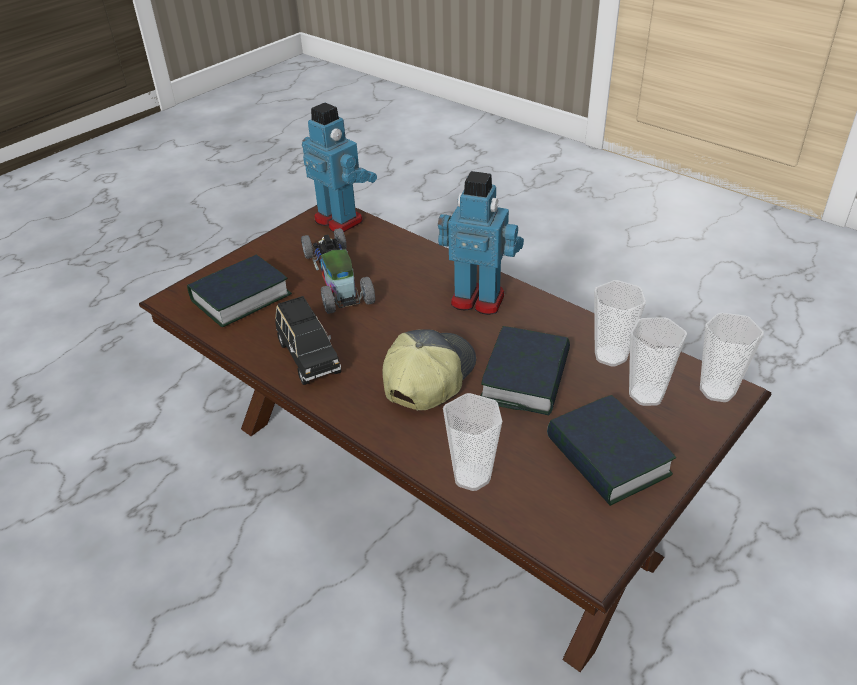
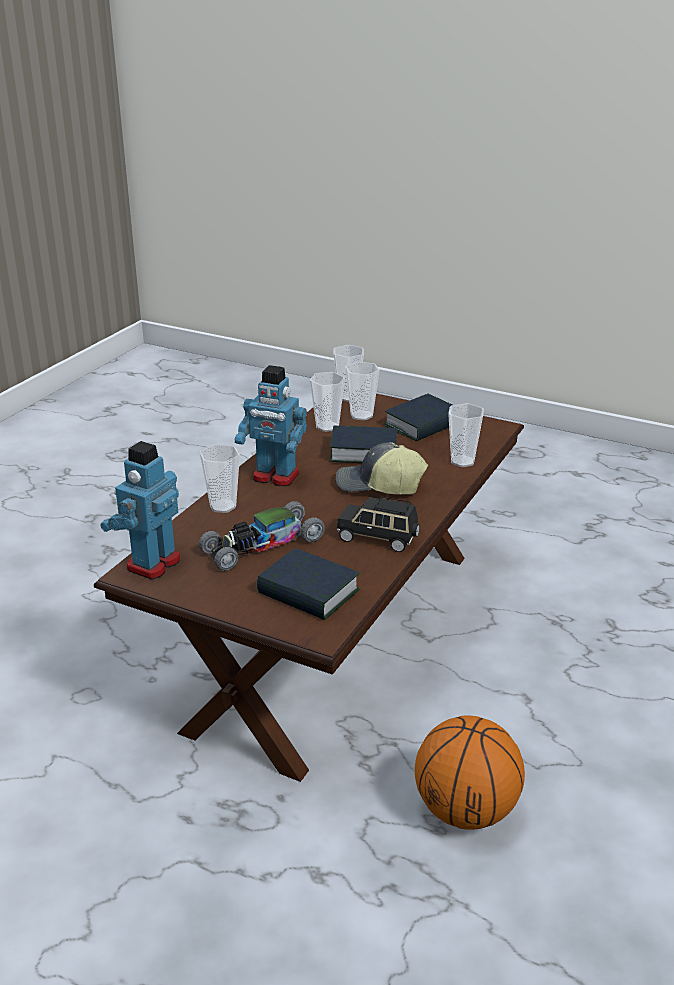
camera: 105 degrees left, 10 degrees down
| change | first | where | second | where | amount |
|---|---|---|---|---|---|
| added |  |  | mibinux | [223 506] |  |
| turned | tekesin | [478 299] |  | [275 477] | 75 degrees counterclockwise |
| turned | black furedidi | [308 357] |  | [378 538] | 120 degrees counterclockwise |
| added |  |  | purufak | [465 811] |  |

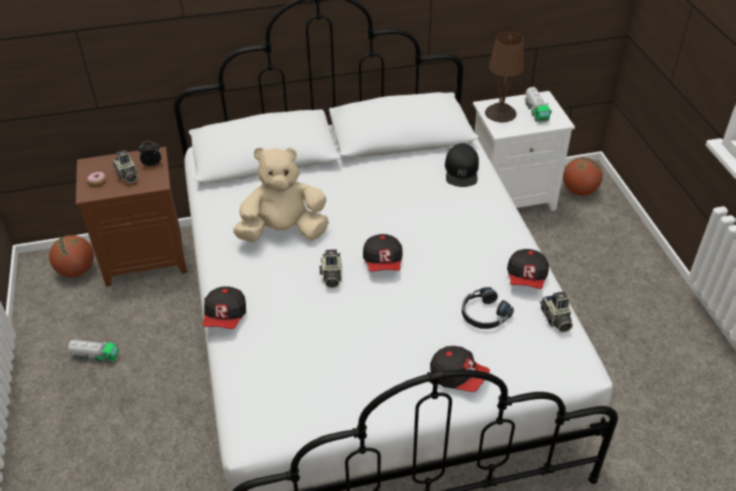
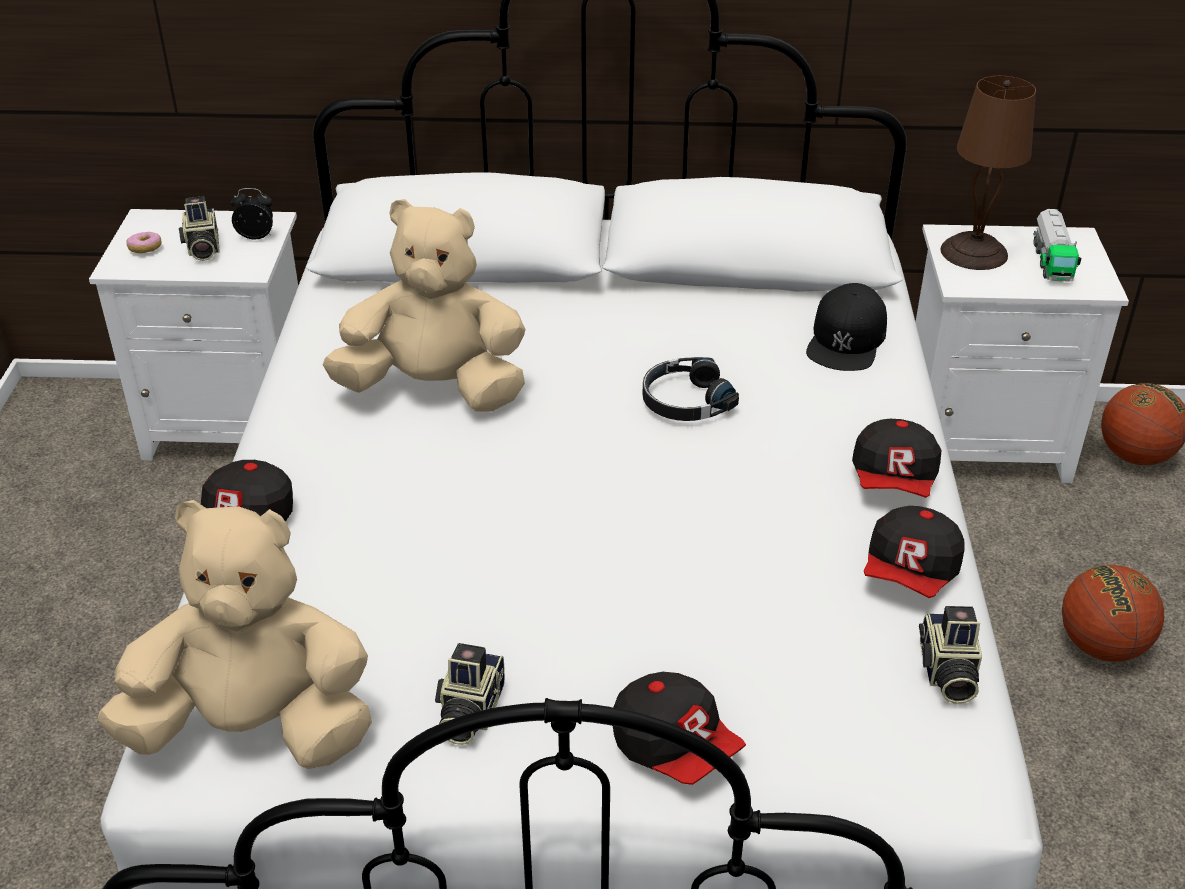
camera: 15 degrees right, 5 degrees down
| change | first | where | second | where | amount |
|---|---|---|---|---|---|
| recoloured | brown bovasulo | [147 257] | white bovasulo | [236 423] |  |
| added |  |  | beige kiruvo | [255 727] |  |
| moved | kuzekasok | [331 276] |  | [468 712] |  |
| moved | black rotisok | [484 314] |  | [685 401] |  |
| moved | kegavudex | [383 262] |  | [894 480] |  |
| moved | purufak | [76 271] |  | [1101 646] |  |
| removed | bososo | [95 356] |  |  |  |

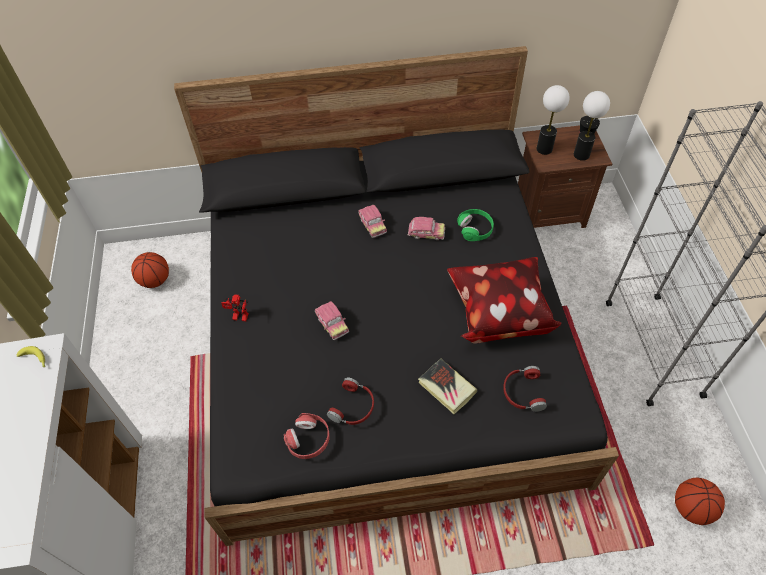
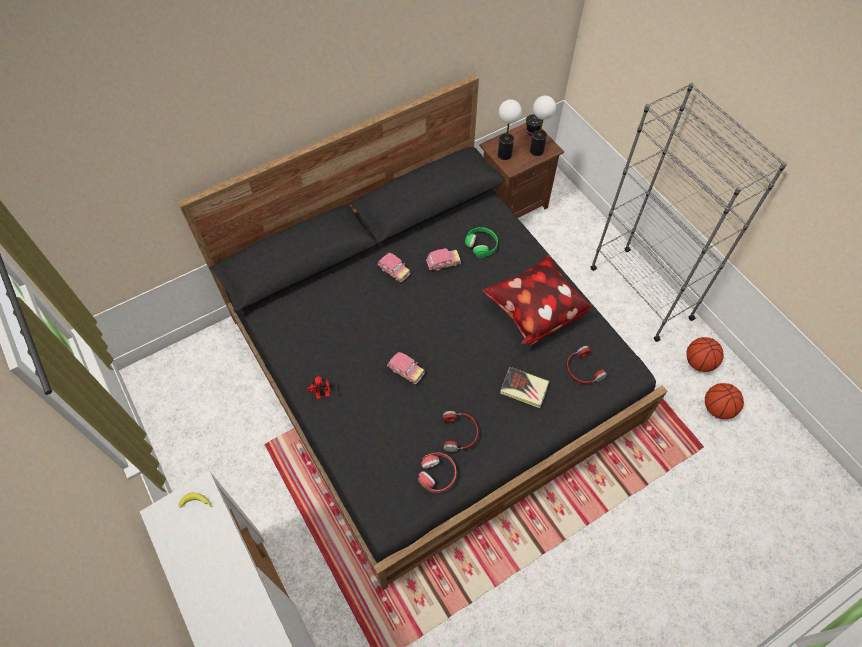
camera: 25 degrees left, 5 degrees up
| change | first | where | second | where | amount |
|---|---|---|---|---|---|
| moved | purufak | [155 280] |  | [699 362] |  |

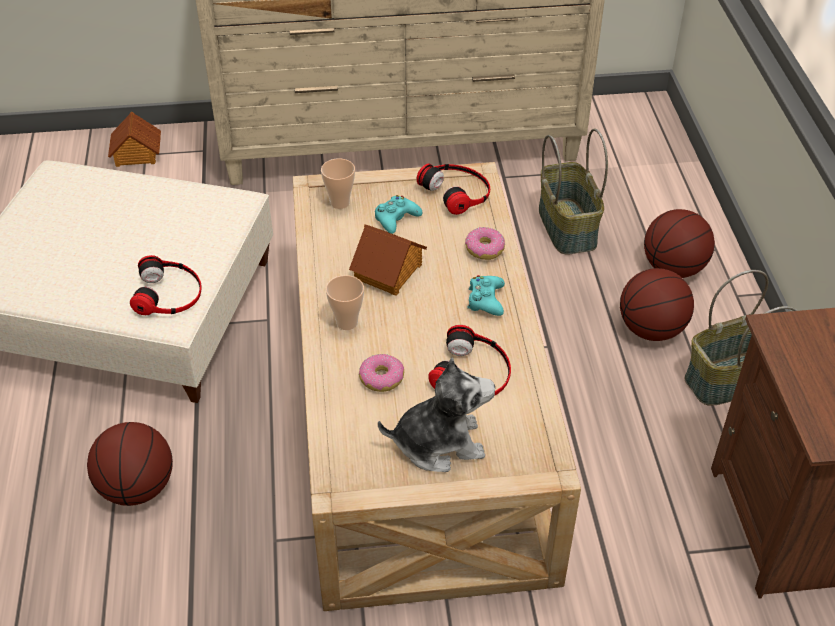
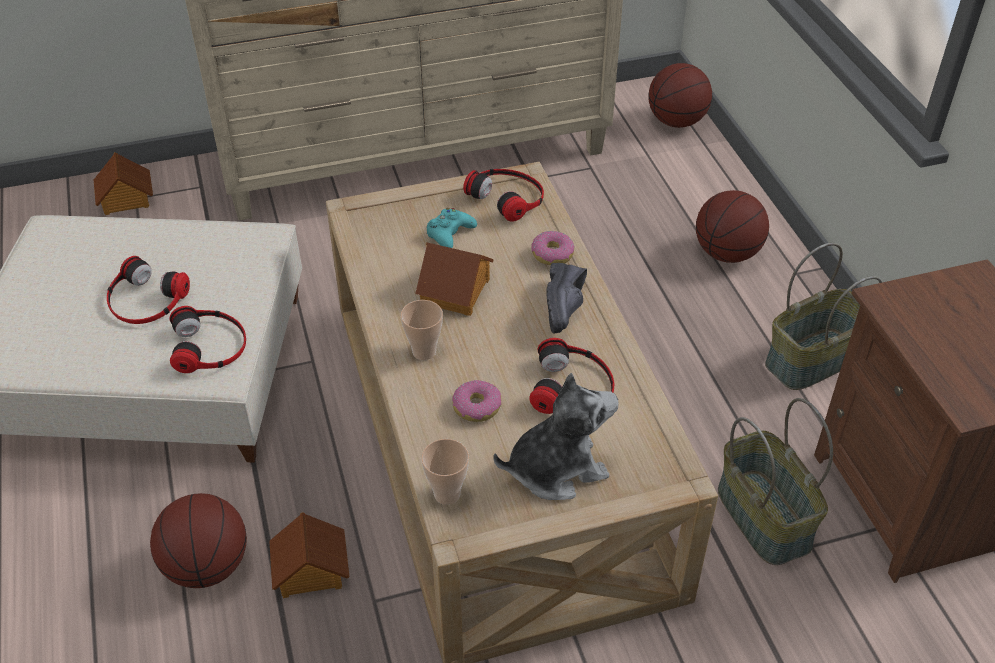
camera: 10 degrees left, 0 degrees up
| change | first | where | second | where | amount |
|---|---|---|---|---|---|
| added |  |  | rotisok | [145 300] |  |
| added |  |  | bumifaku | [310 571] |  |
| moved | mibinux | [340 203] |  | [447 494] |  |
| replaced | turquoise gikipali | [485 300] | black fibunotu | [567 308] |  |
| moved | purufak | [651 329] |  | [676 121] |  |
| moved | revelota | [568 227] |  | [765 518] |  |

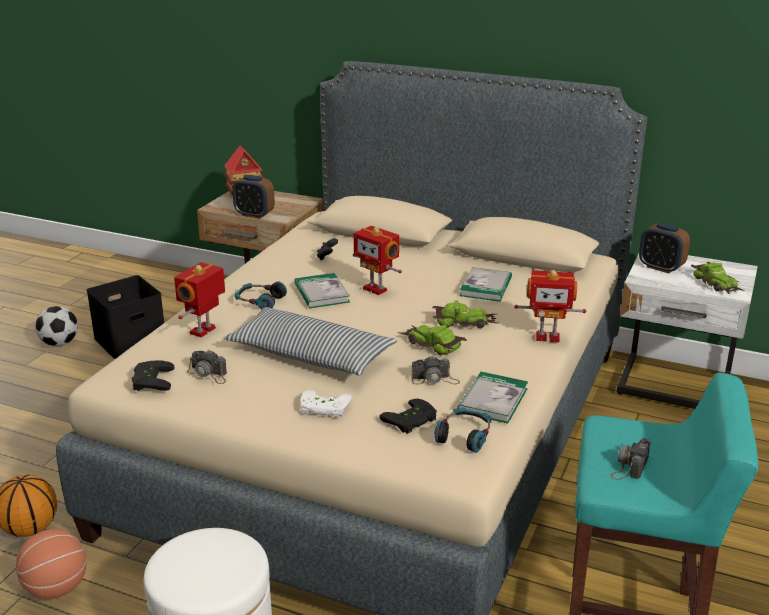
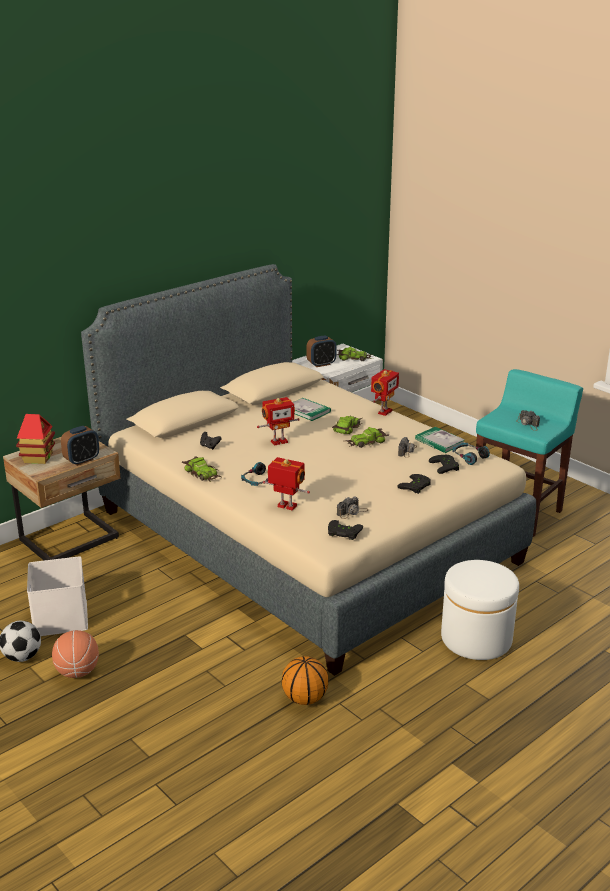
camera: 65 degrees left, 0 degrees up
| change | first | where | second | where | amount |
|---|---|---|---|---|---|
| recoloured | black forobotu | [131 340] | white forobotu | [59 617] |  |
| moved | purufak | [57 588] |  | [77 671] |  |
| added |  |  | furedidi | [202 474] |  |
| turned | tekesin | [204 331] |  | [286 506] | 150 degrees clockwise |
| recoloured | white gikipali | [323 408] | black gikipali | [416 486] |  |
| removed | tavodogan | [310 355] |  |  |  |
| removed | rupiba | [321 293] |  |  |  |

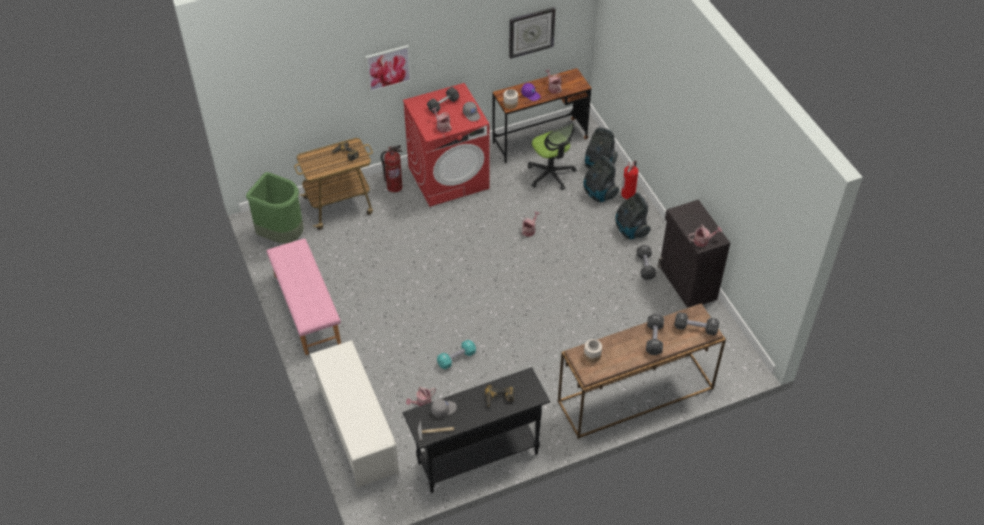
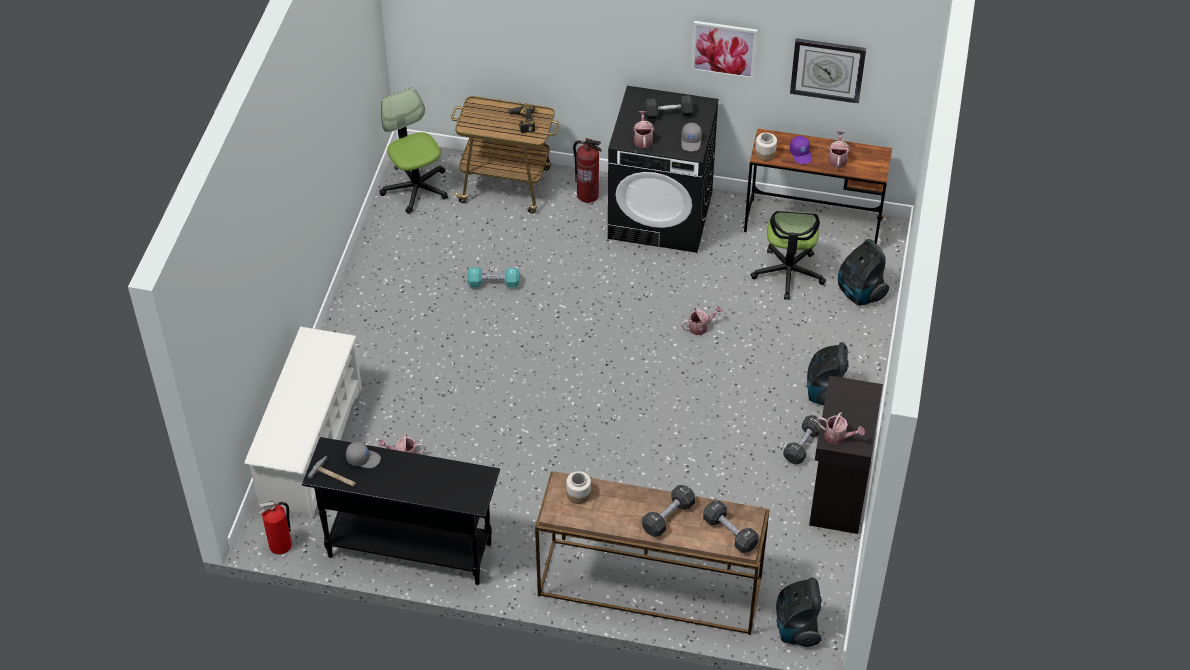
camera: 35 degrees right, 0 degrees up
| change | first | where | second | where | amount |
|---|---|---|---|---|---|
| moved | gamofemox | [628 194] |  | [281 545] |  |
| replaced | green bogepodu | [282 235] | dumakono | [416 188] |  |
| moved | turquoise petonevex | [456 358] |  | [493 283] |  |
| recoloured | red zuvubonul | [449 177] | black zuvubonul | [661 215] |  |
| moved | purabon | [388 68] |  | [724 49] |  |
| moved | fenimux | [599 194] |  | [796 628] |  |
| removed | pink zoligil | [306 309] |  |  |  |
| removed | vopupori | [499 399] |  |  |  |

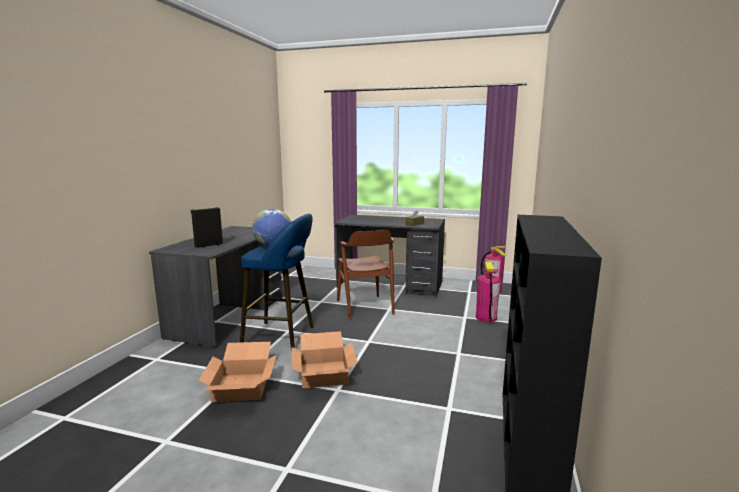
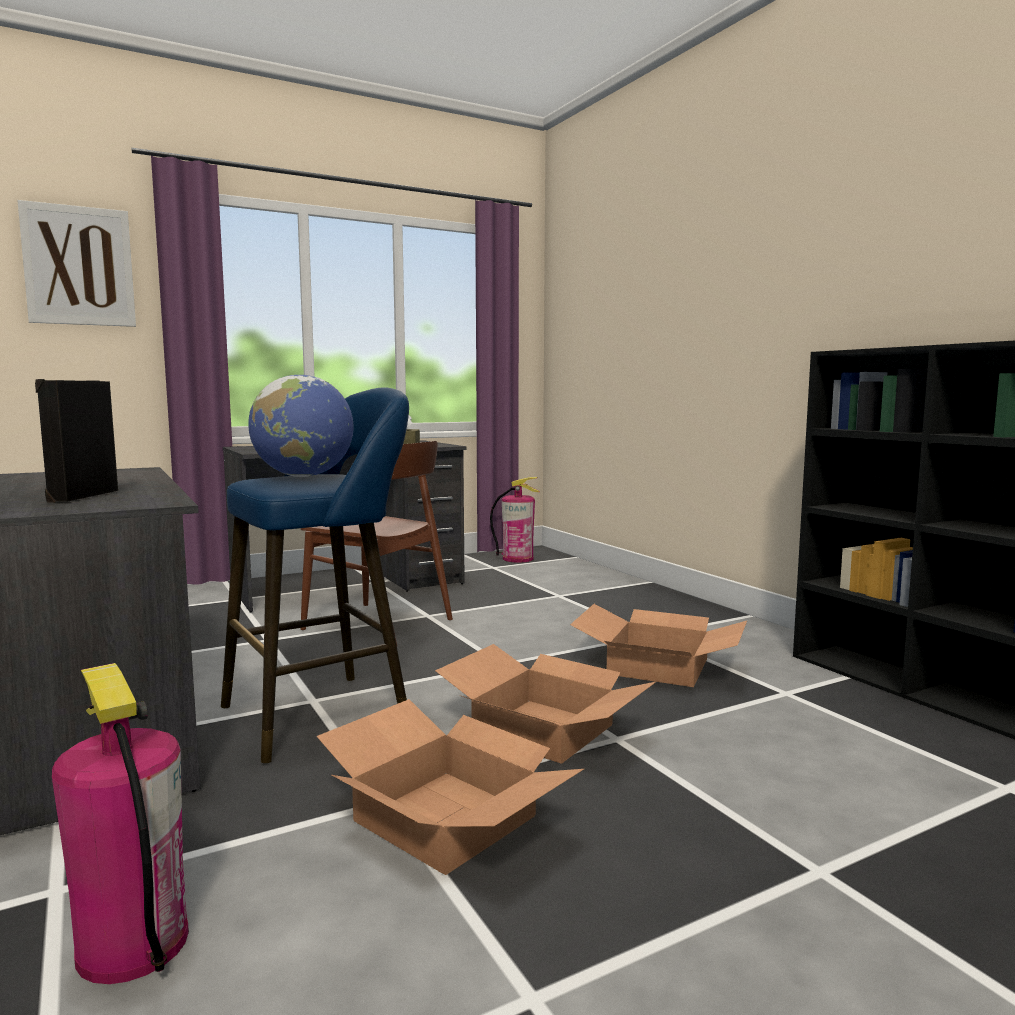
camera: 45 degrees left, 5 degrees down
| change | first | where | second | where | amount |
|---|---|---|---|---|---|
| added |  |  | purabon | [79 266] |  |
| moved | gamofemox | [486 317] |  | [132 945] |  |
| added |  |  | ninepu | [659 666] |  |

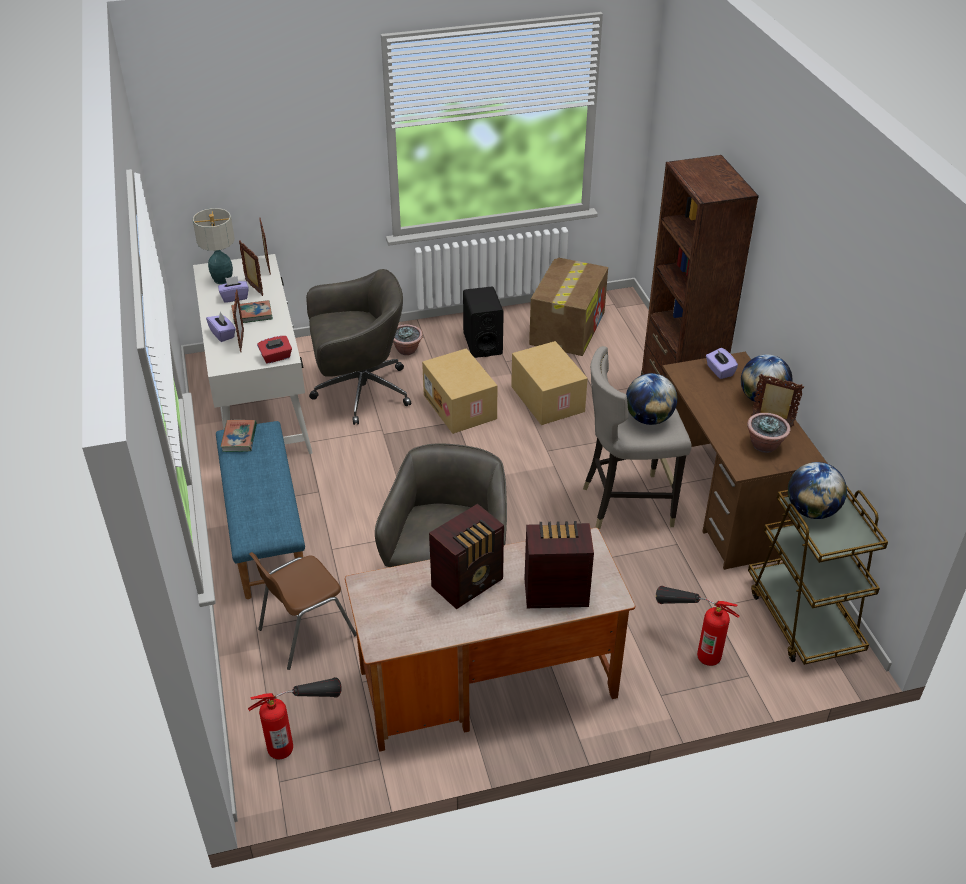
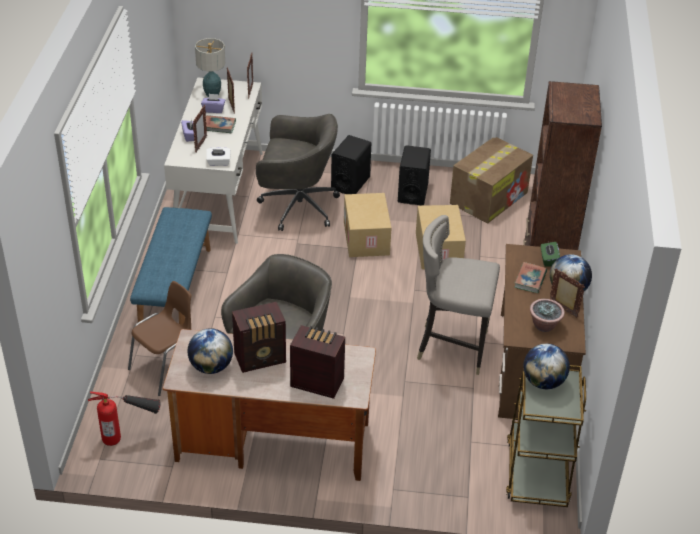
camera: 20 degrees right, 0 degrees up
| change | first | where | second | where | amount |
|---|---|---|---|---|---|
| turned | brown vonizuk | [305 632] |  | [167 368] | 150 degrees clockwise |
| moved | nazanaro | [648 418] |  | [211 367] |  |
| recoloured | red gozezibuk | [276 357] | white gozezibuk | [218 163] |  |
| replaced | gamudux | [407 350] | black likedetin | [350 183] |  |
| moved | rupiba | [239 438] |  | [530 280] |  |
| recoloured | purple gozezibuk | [719 371] | green gozezibuk | [548 260] |  |
| removed | gamofemox | [689 645] |  |  |  |

